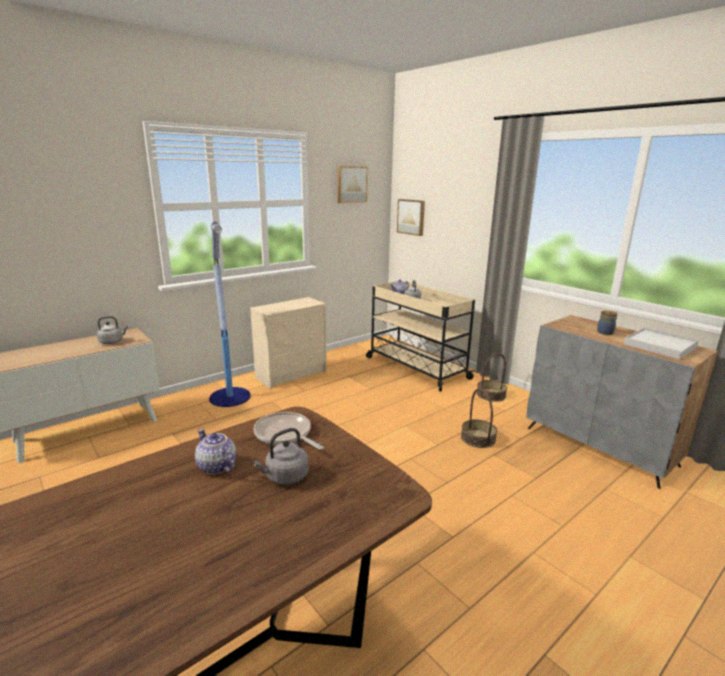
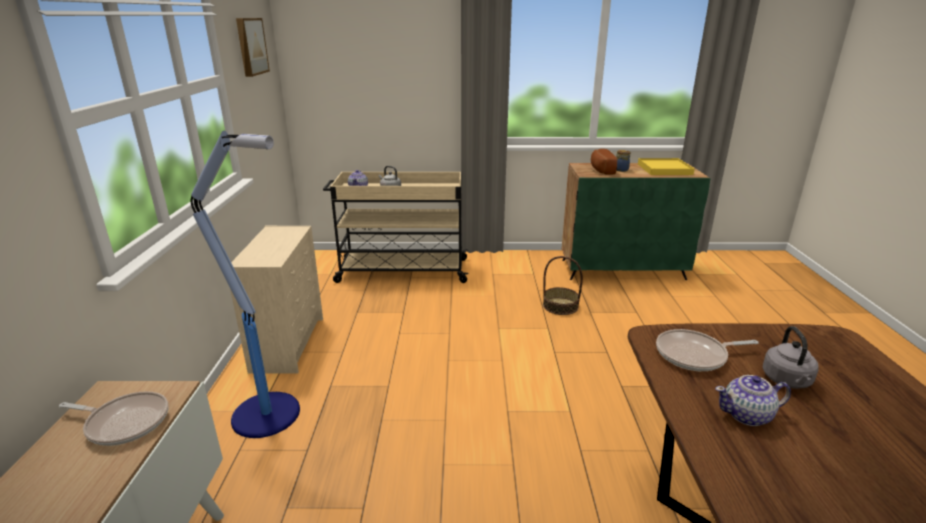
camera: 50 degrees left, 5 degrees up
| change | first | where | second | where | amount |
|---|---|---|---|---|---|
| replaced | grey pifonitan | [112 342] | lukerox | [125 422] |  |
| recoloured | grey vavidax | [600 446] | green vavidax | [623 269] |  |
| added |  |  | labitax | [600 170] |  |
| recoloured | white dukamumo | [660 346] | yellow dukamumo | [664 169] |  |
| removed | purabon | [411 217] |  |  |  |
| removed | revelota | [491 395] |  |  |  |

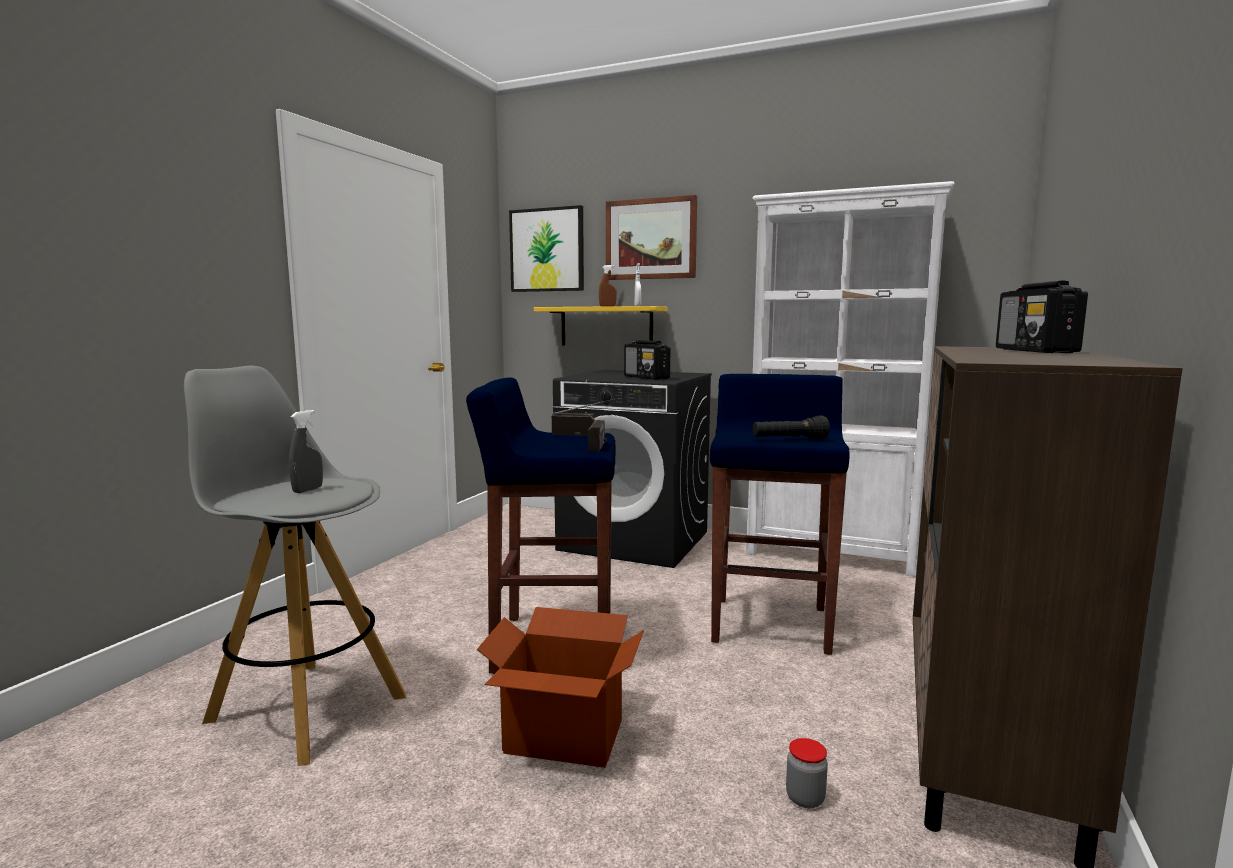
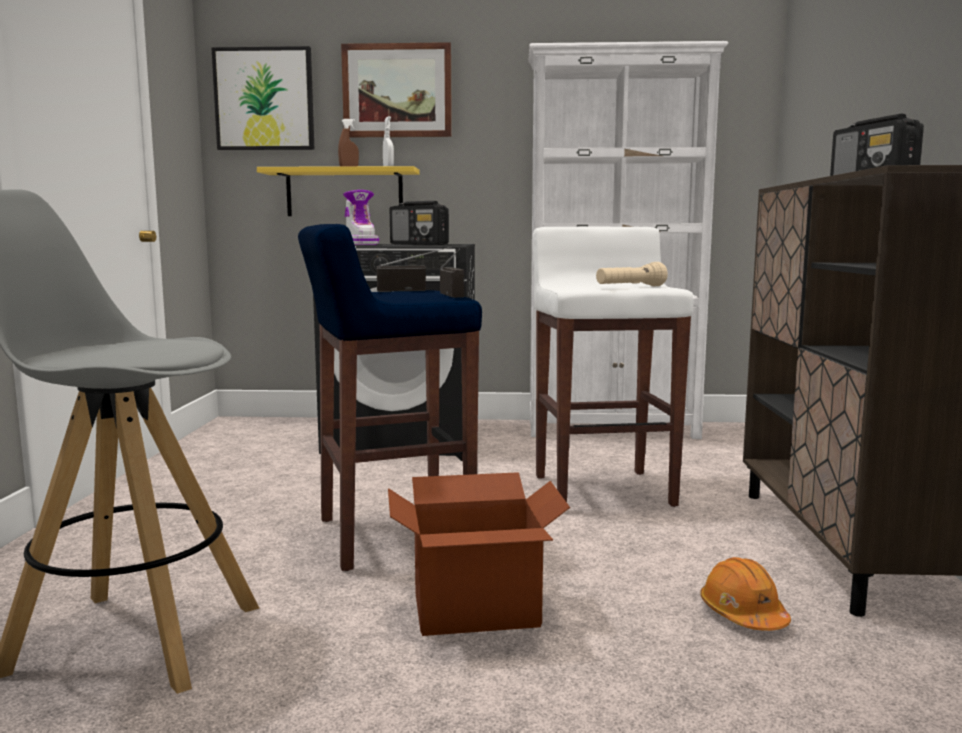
camera: 20 degrees left, 0 degrees up
| change | first | where | second | where | amount |
|---|---|---|---|---|---|
| added |  |  | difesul | [361 244] |  |
| recoloured | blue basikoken | [770 624] | white basikoken | [602 490] |  |
| recoloured | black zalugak | [789 440] | beige zalugak | [630 287] |  |
| replaced | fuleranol | [805 798] | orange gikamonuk | [743 614] |  |
| removed | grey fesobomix | [308 490] |  |  |  |

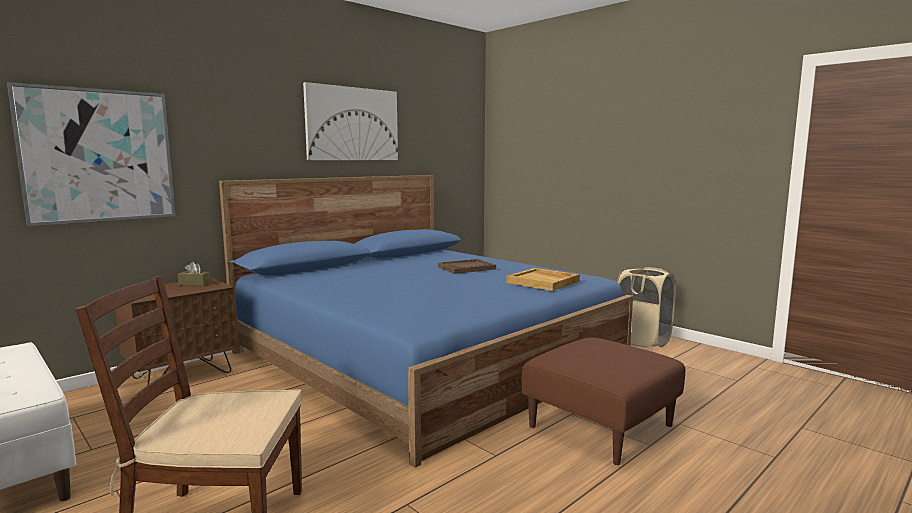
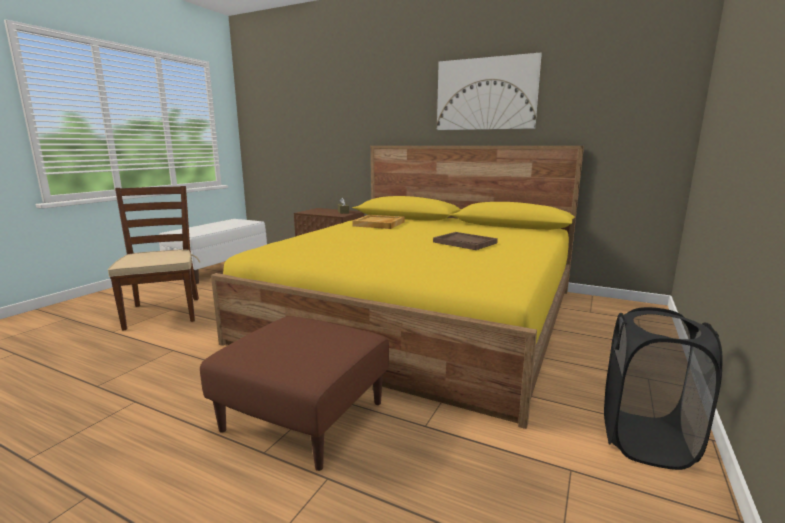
camera: 70 degrees right, 5 degrees up
| change | first | where | second | where | amount |
|---|---|---|---|---|---|
| recoloured | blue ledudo | [425 356] | yellow ledudo | [420 314] |  |
| moved | beige dukamumo | [543 282] |  | [379 224] |  |
| recoloured | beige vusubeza | [642 340] | black vusubeza | [645 440] |  |
| removed | purabon | [98 155] |  |  |  |

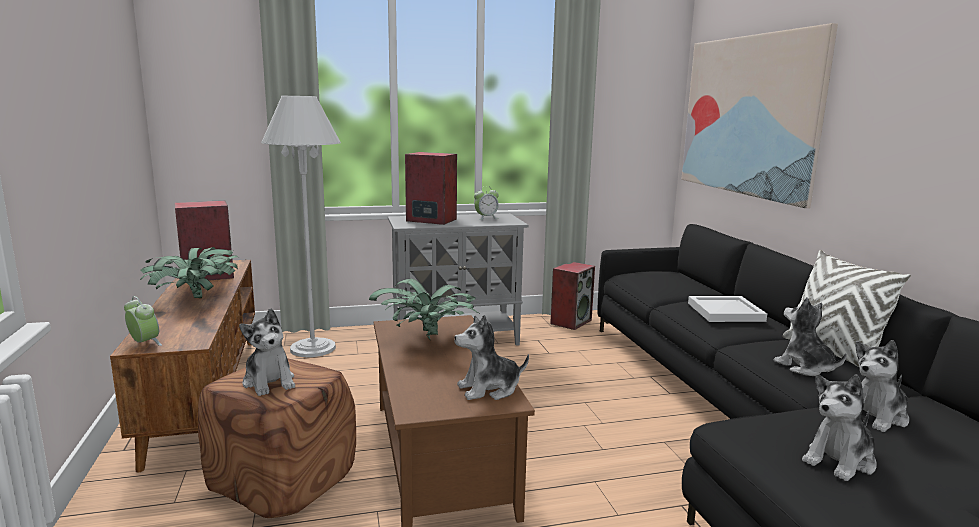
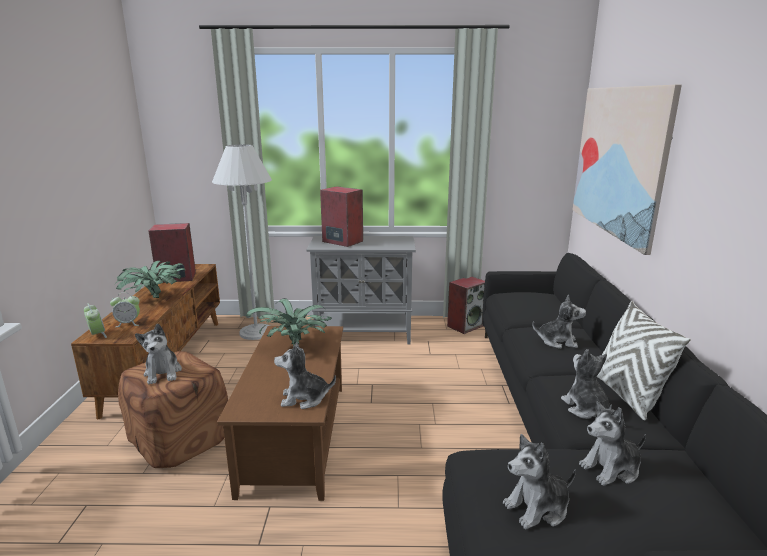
camera: 15 degrees right, 5 degrees up
| change | first | where | second | where | amount |
|---|---|---|---|---|---|
| moved | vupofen | [486 218] |  | [128 323] |  |
| replaced | white dukamumo | [724 311] | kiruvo | [557 341] |  |

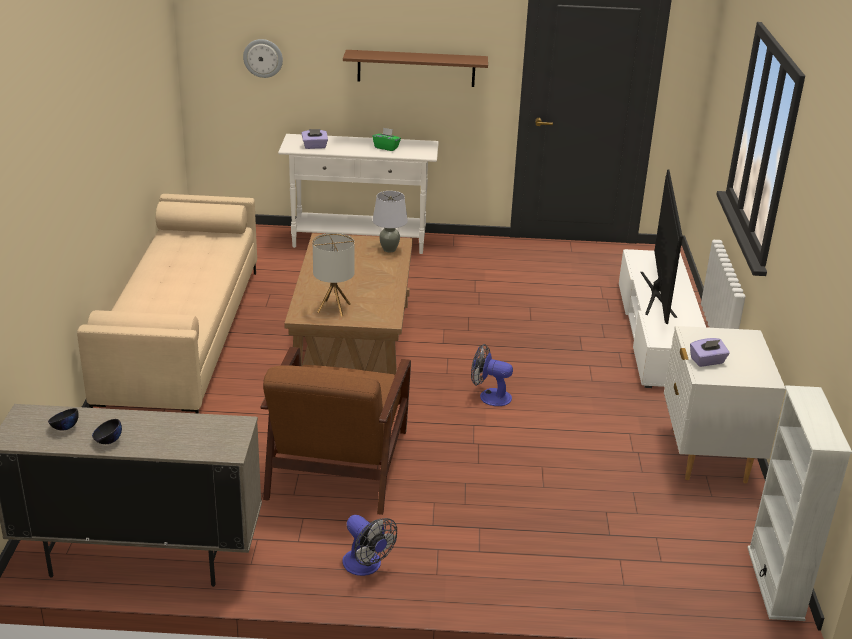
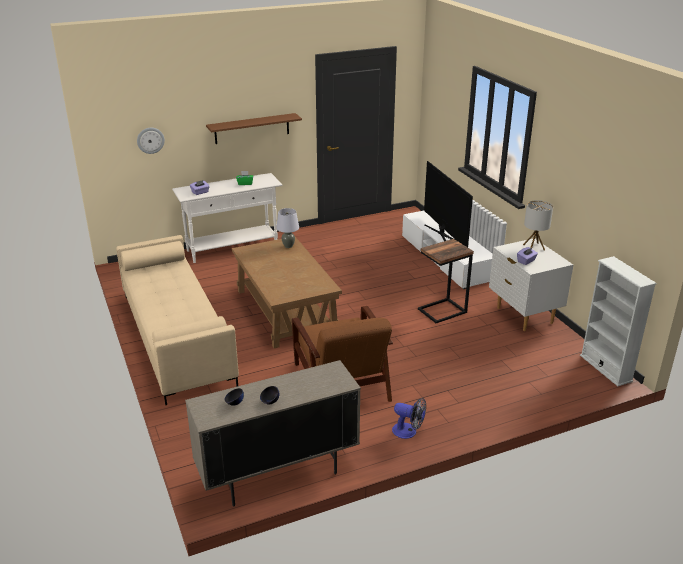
camera: 25 degrees left, 0 degrees up
| change | first | where | second | where | amount |
|---|---|---|---|---|---|
| added |  |  | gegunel | [443 311] |  |
| moved | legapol | [334 308] |  | [533 247] |  |
| removed | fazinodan | [489 396] |  |  |  |

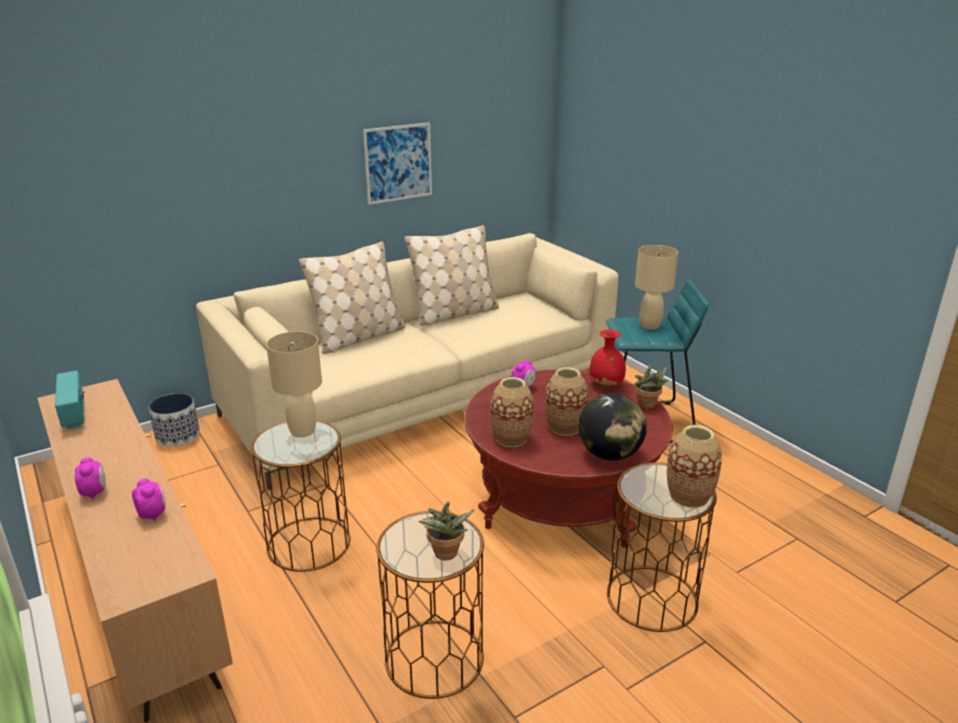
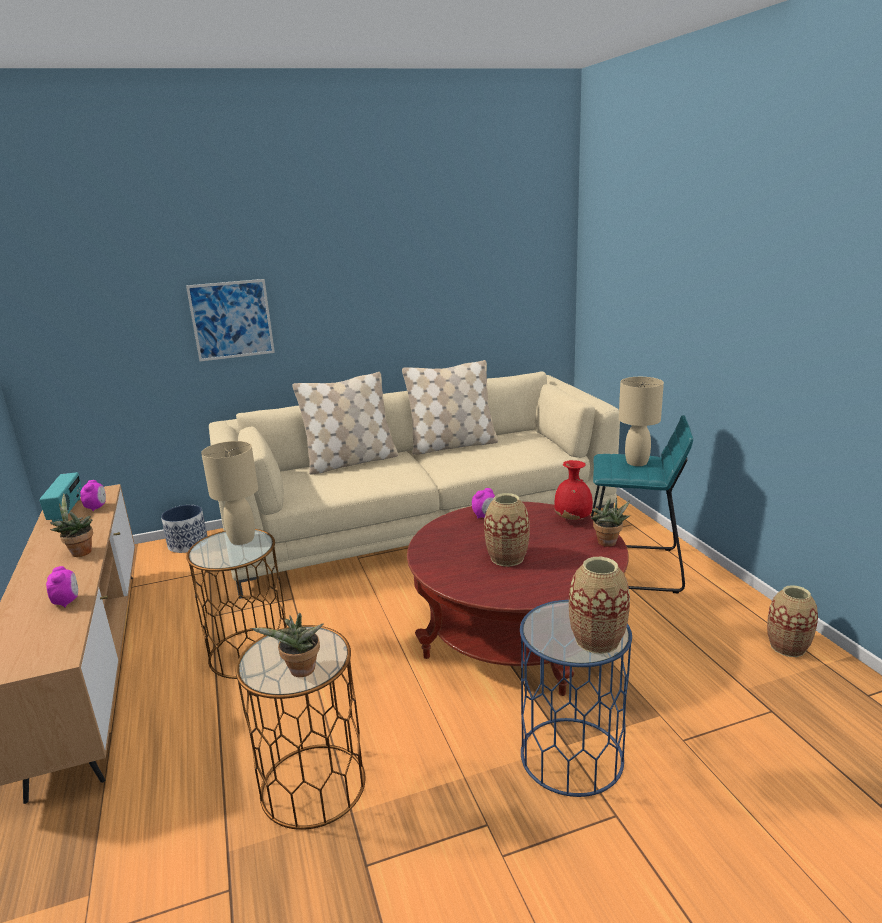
camera: 15 degrees right, 5 degrees down
| change | first | where | second | where | amount |
|---|---|---|---|---|---|
| added |  |  | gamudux | [79 552] |  |
| moved | vupofen | [94 492] |  | [96 507] |  |
| moved | purabon | [398 163] |  | [231 320] |  |
| recoloured | brown gegunel | [651 598] | blue gegunel | [571 756] |  |
| moved | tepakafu | [511 438] |  | [787 647] |  |
| removed | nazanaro | [609 454] |  |  |  |

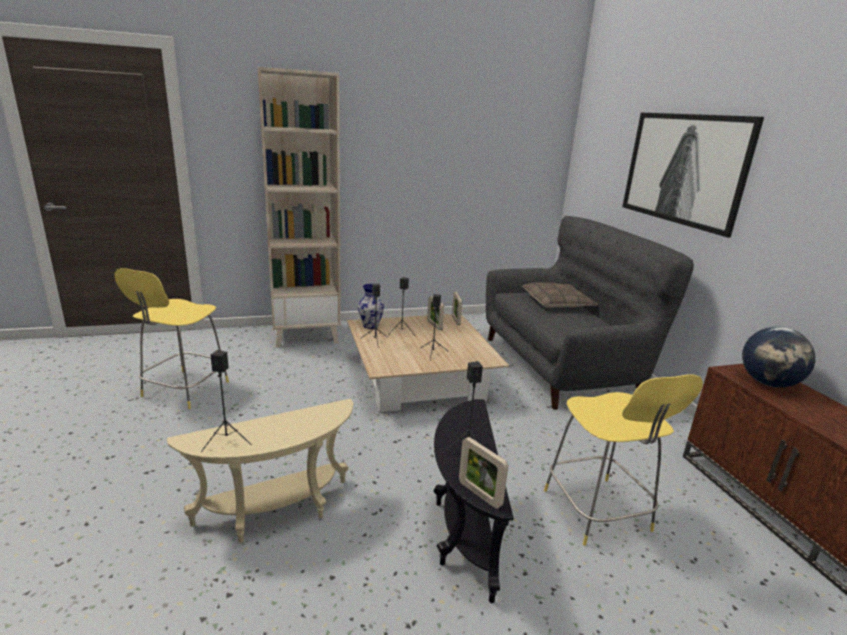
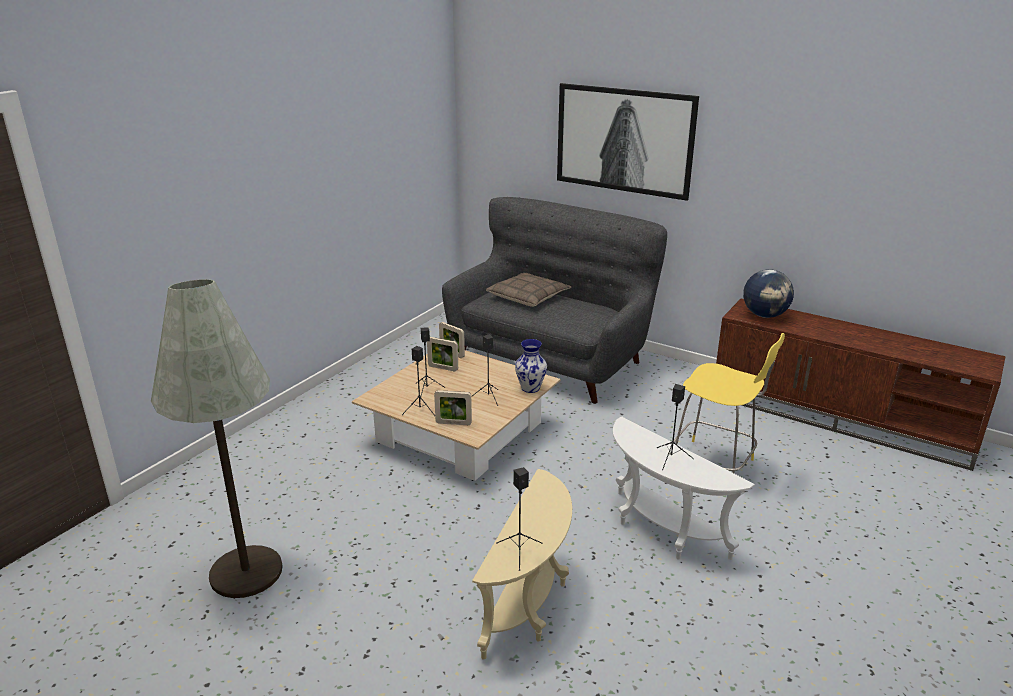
camera: 40 degrees left, 5 degrees up
| change | first | where | second | where | amount |
|---|---|---|---|---|---|
| replaced | yellow basikoken | [183 390] | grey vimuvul | [246 572] |  |
| moved | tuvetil | [479 494] |  | [453 423] |  |
| moved | tepakafu | [370 325] |  | [530 388] |  |
| recoloured | black gegunel | [462 532] | white gegunel | [662 531] |  |
| removed | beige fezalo | [306 335] |  |  |  |

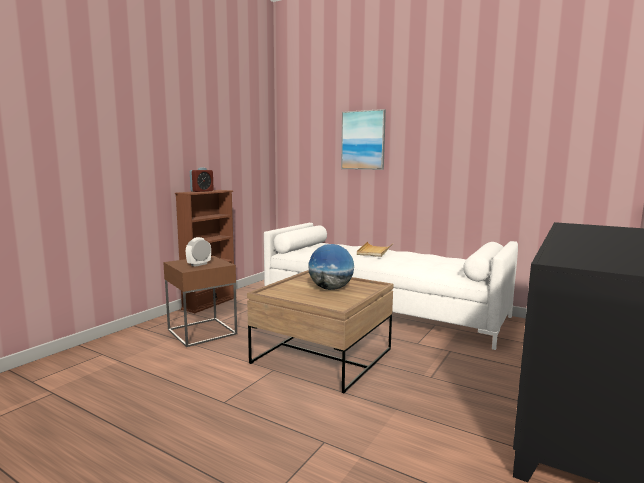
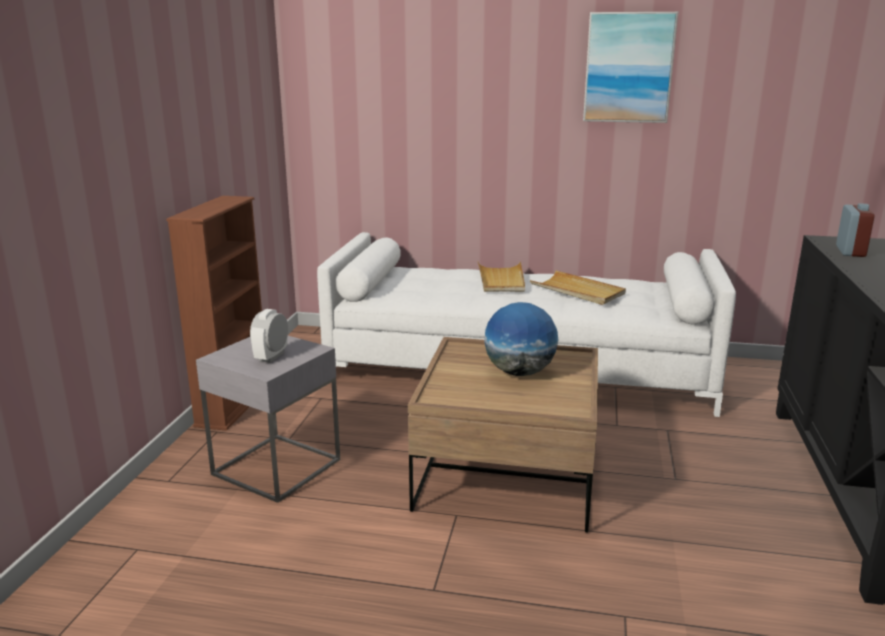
camera: 20 degrees left, 10 degrees up
| change | first | where | second | where | amount |
|---|---|---|---|---|---|
| recoloured | brown gegunel | [202 332] | grey gegunel | [277 467] |  |
| added |  |  | beige dukamumo | [578 291] |  |
| moved | purabon | [363 140] |  | [628 68] |  |
| moved | vupofen | [202 191] |  | [850 251] |  |

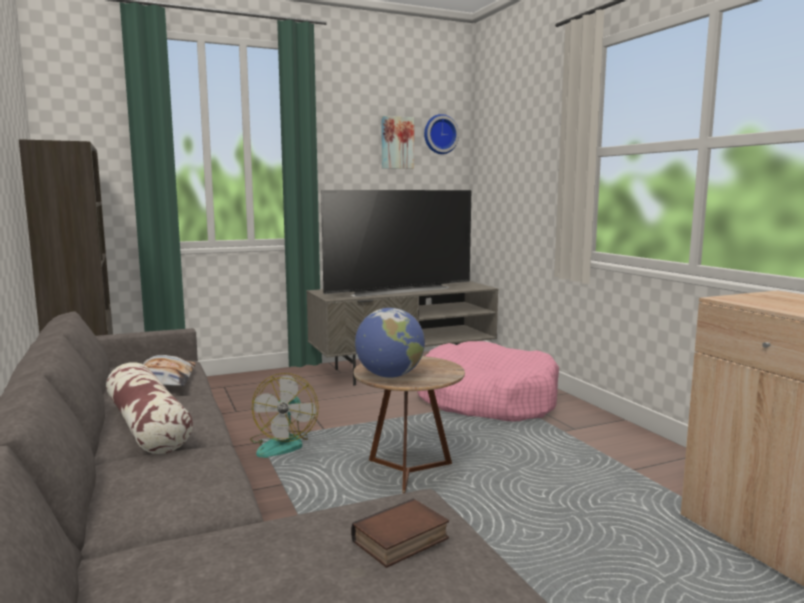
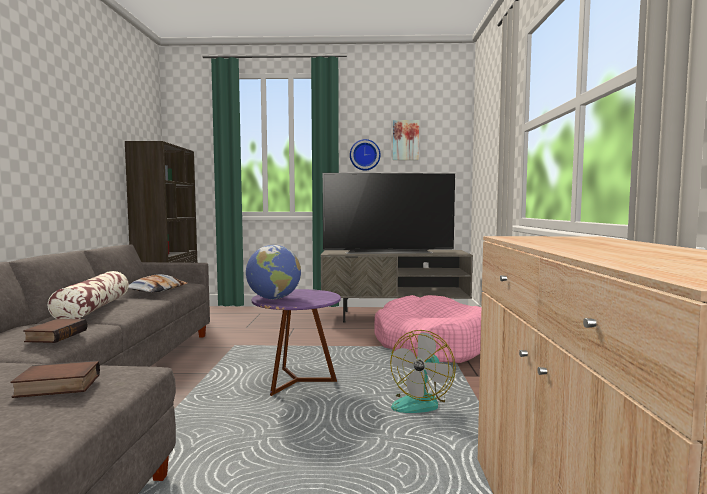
camera: 25 degrees right, 5 degrees down
| change | first | where | second | where | amount |
|---|---|---|---|---|---|
| added |  |  | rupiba | [56 335] |  |
| recoloured | brown gegunel | [408 473] | purple gegunel | [297 382] |  |
| moved | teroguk | [440 134] |  | [365 155] |  |
| moved | fazinodan | [283 444] |  | [420 402] |  |

